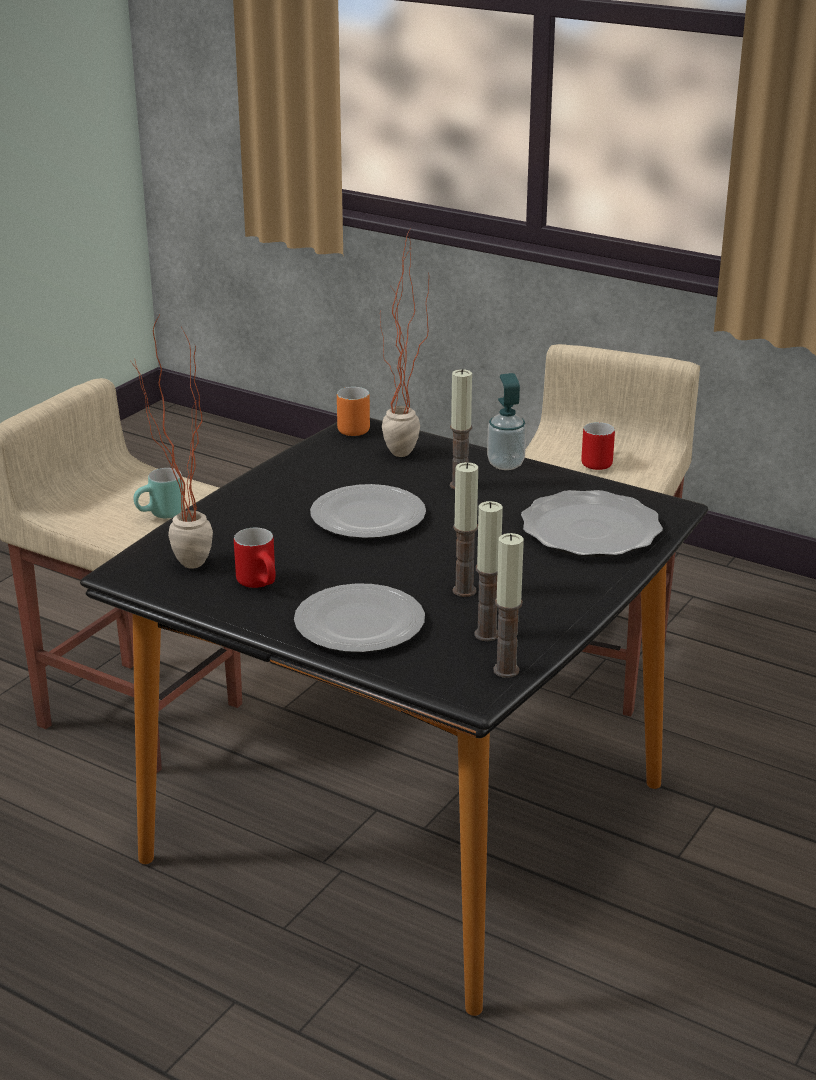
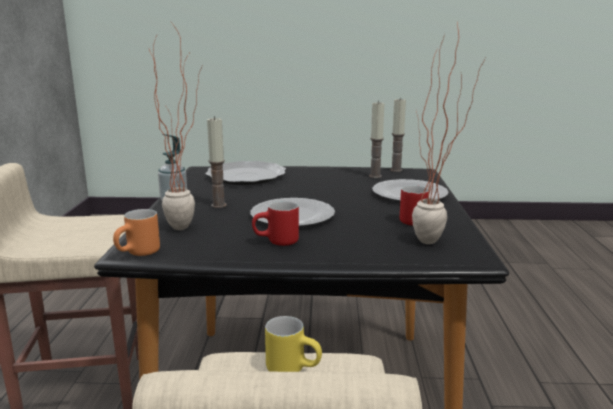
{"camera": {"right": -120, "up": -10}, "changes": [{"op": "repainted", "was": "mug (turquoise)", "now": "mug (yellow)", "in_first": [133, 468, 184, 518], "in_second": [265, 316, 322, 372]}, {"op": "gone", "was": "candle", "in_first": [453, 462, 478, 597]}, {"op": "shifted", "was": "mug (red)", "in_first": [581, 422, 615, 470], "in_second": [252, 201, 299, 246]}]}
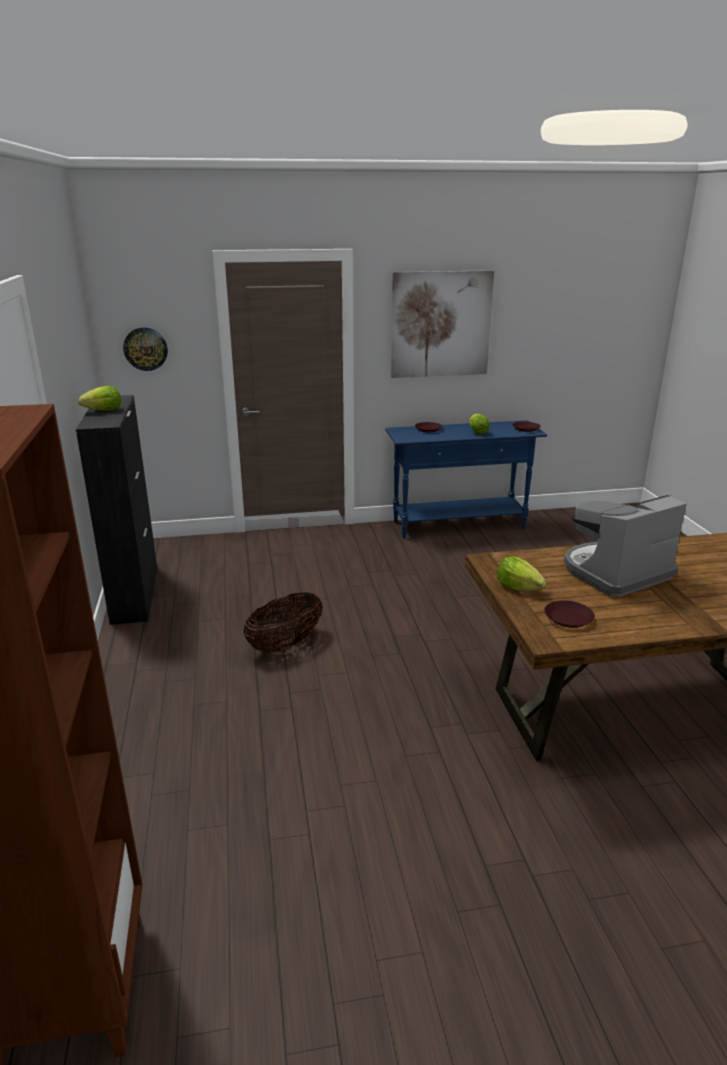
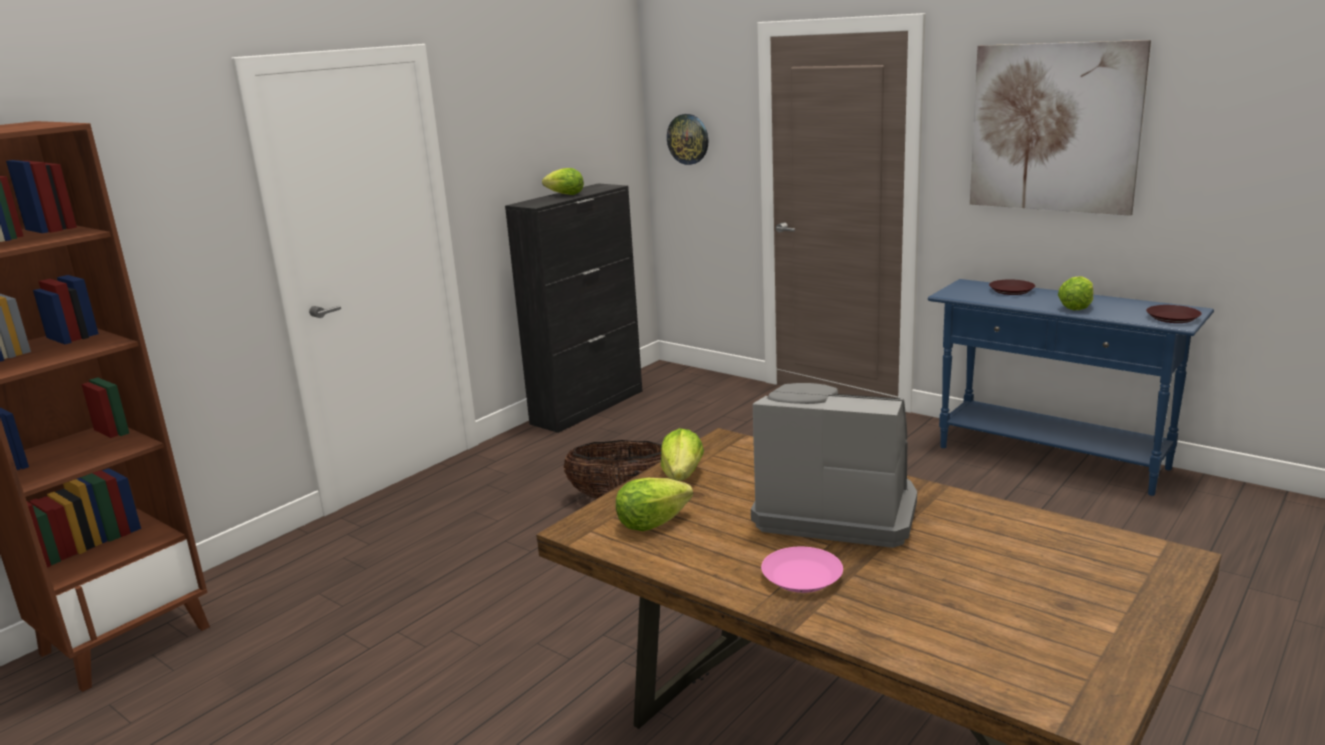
{"camera": {"right": 50, "up": -5}, "changes": [{"op": "swapped", "was": "plate (brown)", "now": "lettuce", "in_first": [544, 600, 595, 628], "in_second": [616, 478, 693, 531]}, {"op": "new", "now": "plate (pink)", "in_second": [761, 547, 843, 593]}]}
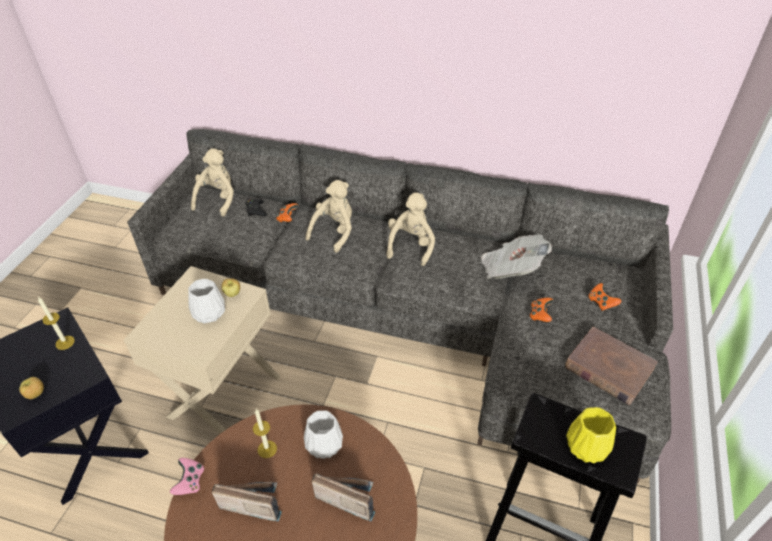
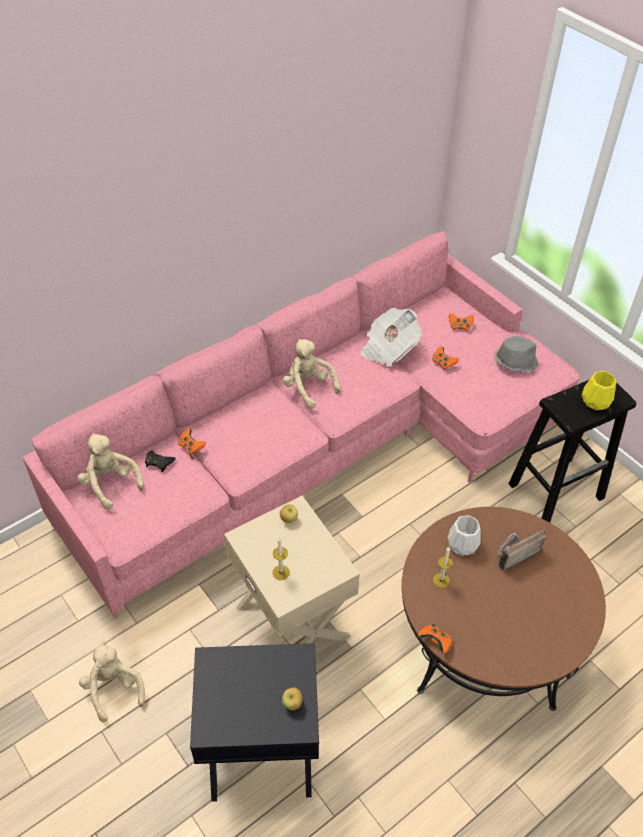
{"camera": {"right": -55, "up": 5}, "changes": [{"op": "shifted", "was": "candle", "in_first": [38, 297, 75, 350], "in_second": [272, 536, 290, 580]}, {"op": "repainted", "was": "sofa (grey)", "now": "sofa (pink)", "in_first": [127, 129, 673, 484], "in_second": [22, 231, 580, 619]}, {"op": "repainted", "was": "game controller (pink)", "now": "game controller (orange)", "in_first": [170, 458, 204, 495], "in_second": [418, 623, 452, 654]}, {"op": "gone", "was": "vase (white)", "in_first": [188, 279, 225, 324]}, {"op": "gone", "was": "radio", "in_first": [212, 482, 282, 522]}, {"op": "shifted", "was": "plush toy (beige)", "in_first": [306, 180, 352, 253], "in_second": [79, 641, 145, 722]}, {"op": "swapped", "was": "book (brown)", "now": "hat (grey)", "in_first": [565, 327, 658, 405], "in_second": [494, 336, 538, 372]}]}
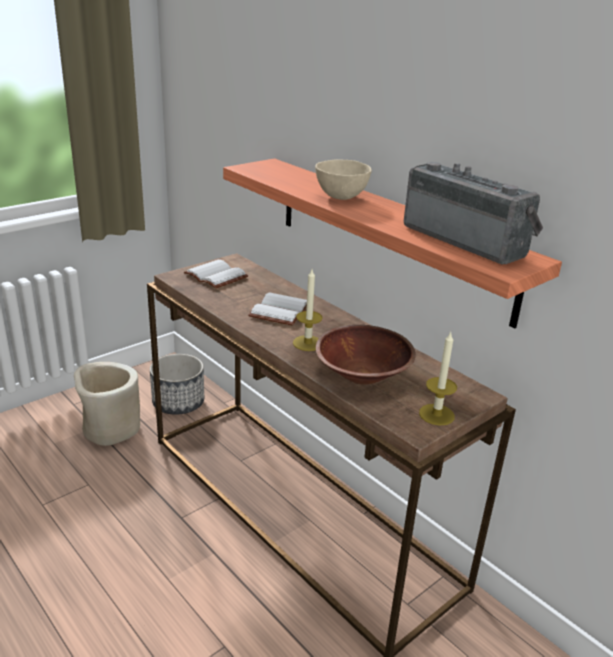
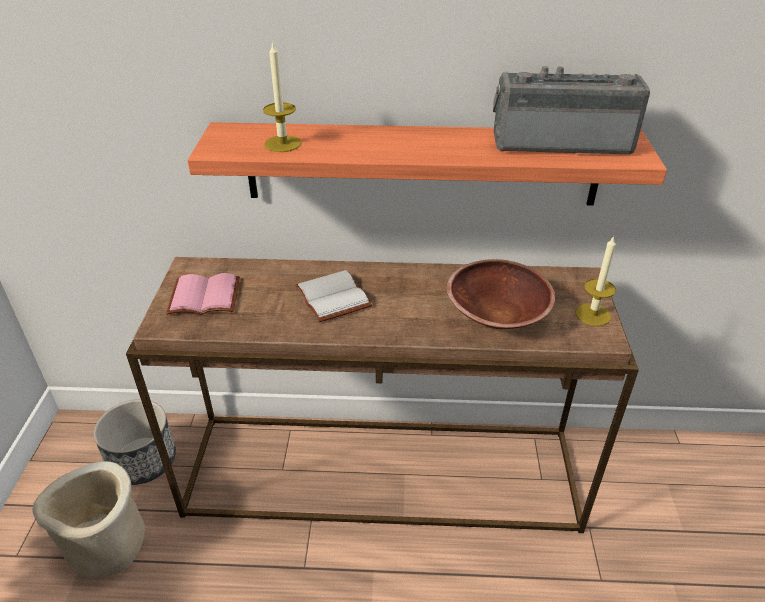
{"camera": {"right": -45, "up": 10}, "changes": [{"op": "repainted", "was": "book (white)", "now": "book (pink)", "in_first": [184, 260, 248, 289], "in_second": [166, 273, 240, 315]}, {"op": "shifted", "was": "candle", "in_first": [293, 269, 323, 351], "in_second": [263, 41, 302, 152]}, {"op": "gone", "was": "bowl (beige)", "in_first": [315, 160, 372, 200]}]}
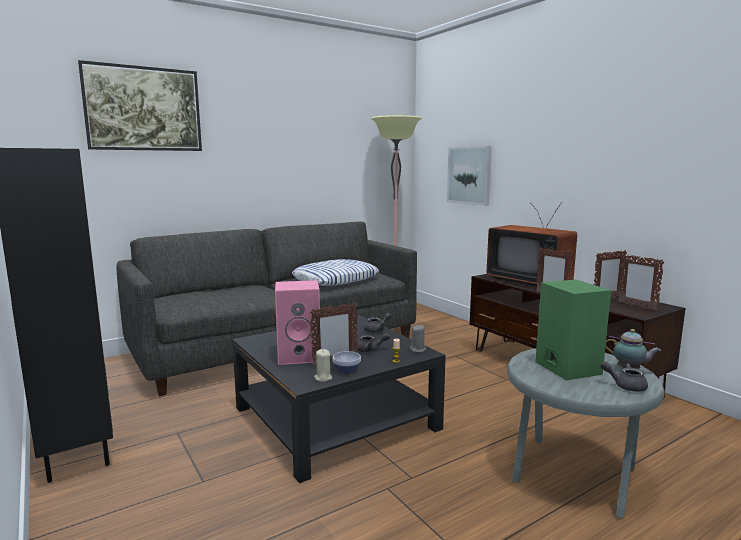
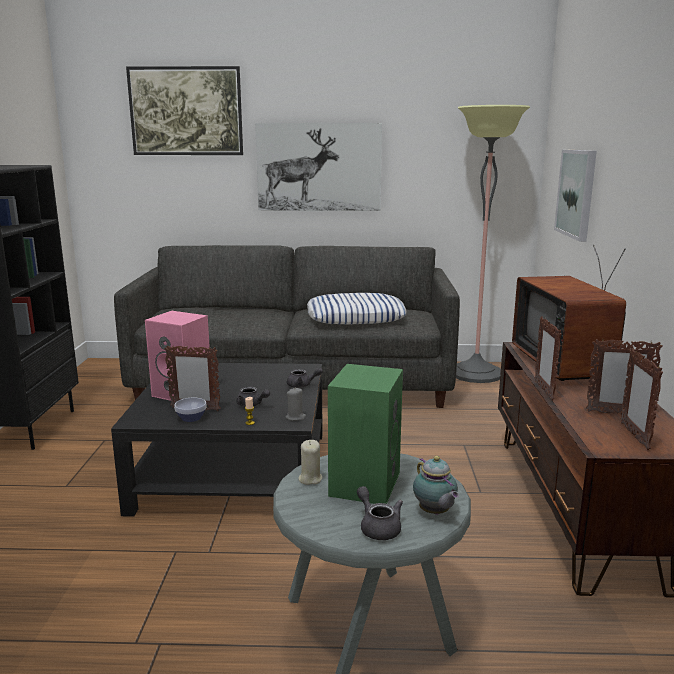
{"camera": {"right": 35, "up": 5}, "changes": [{"op": "shifted", "was": "candle (beige)", "in_first": [314, 349, 332, 382], "in_second": [298, 440, 322, 485]}, {"op": "new", "now": "picture", "in_second": [255, 123, 382, 211]}]}
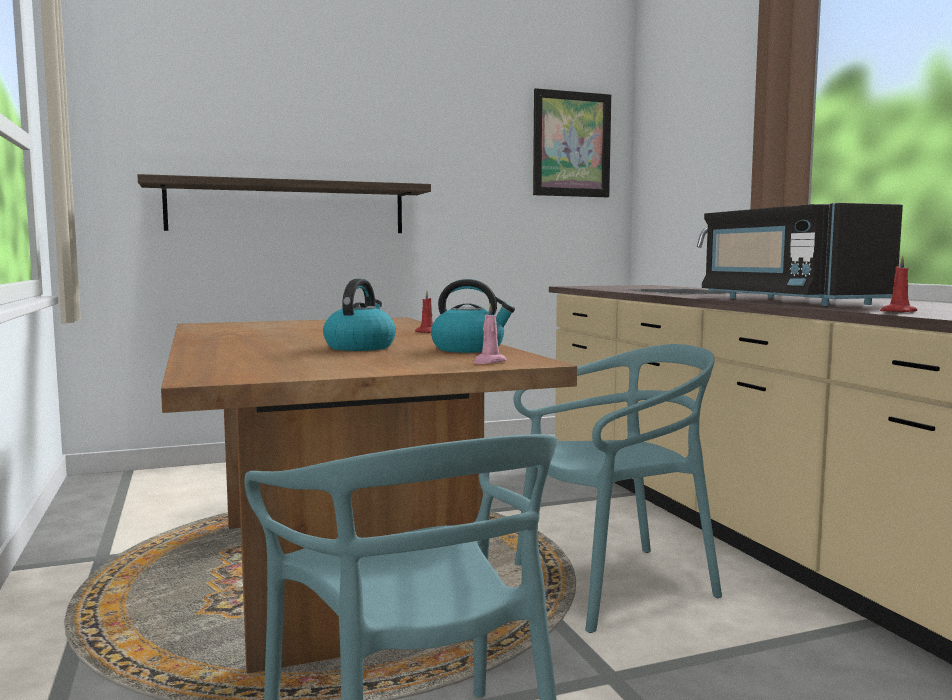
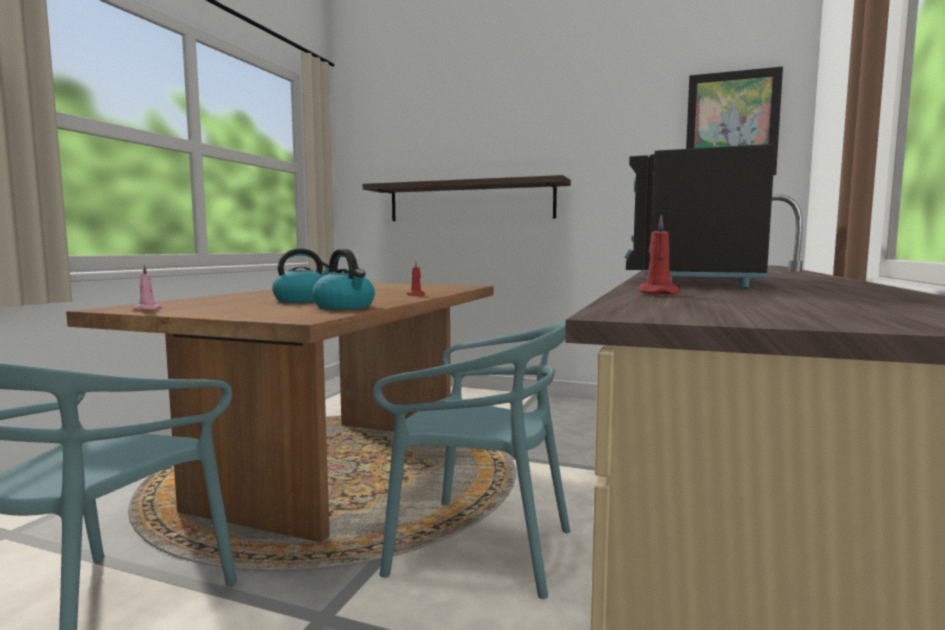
{"camera": {"right": 40, "up": 0}, "changes": [{"op": "shifted", "was": "candle (pink)", "in_first": [473, 303, 507, 364], "in_second": [132, 265, 162, 310]}]}
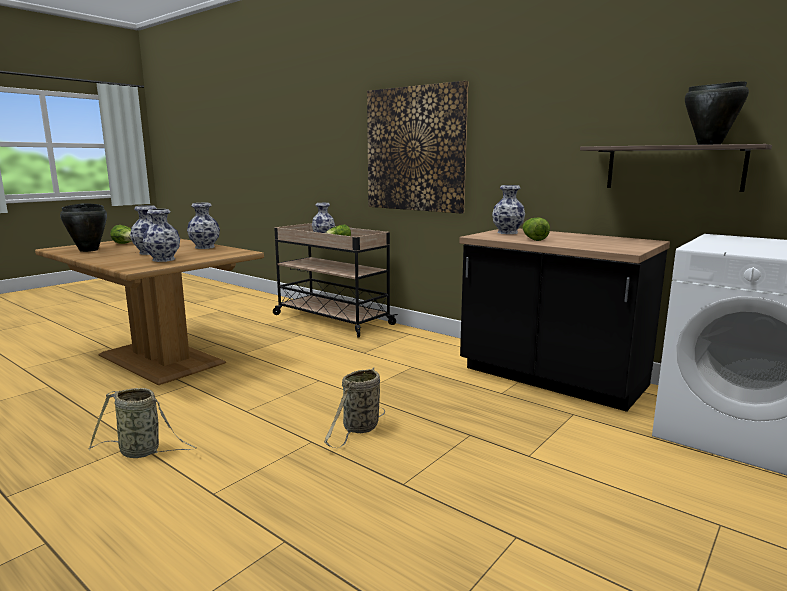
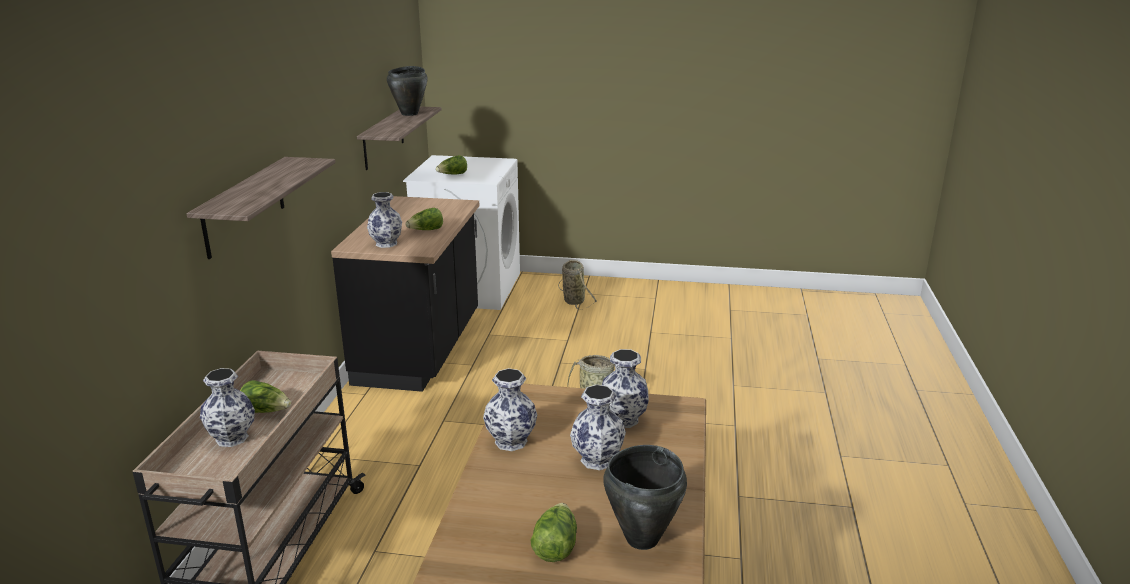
{"camera": {"right": -120, "up": 10}, "changes": [{"op": "shifted", "was": "basket", "in_first": [89, 388, 197, 458], "in_second": [558, 260, 597, 310]}, {"op": "swapped", "was": "picture", "now": "shelf", "in_first": [367, 81, 468, 214], "in_second": [186, 157, 336, 259]}, {"op": "new", "now": "lettuce", "in_second": [436, 155, 467, 175]}]}
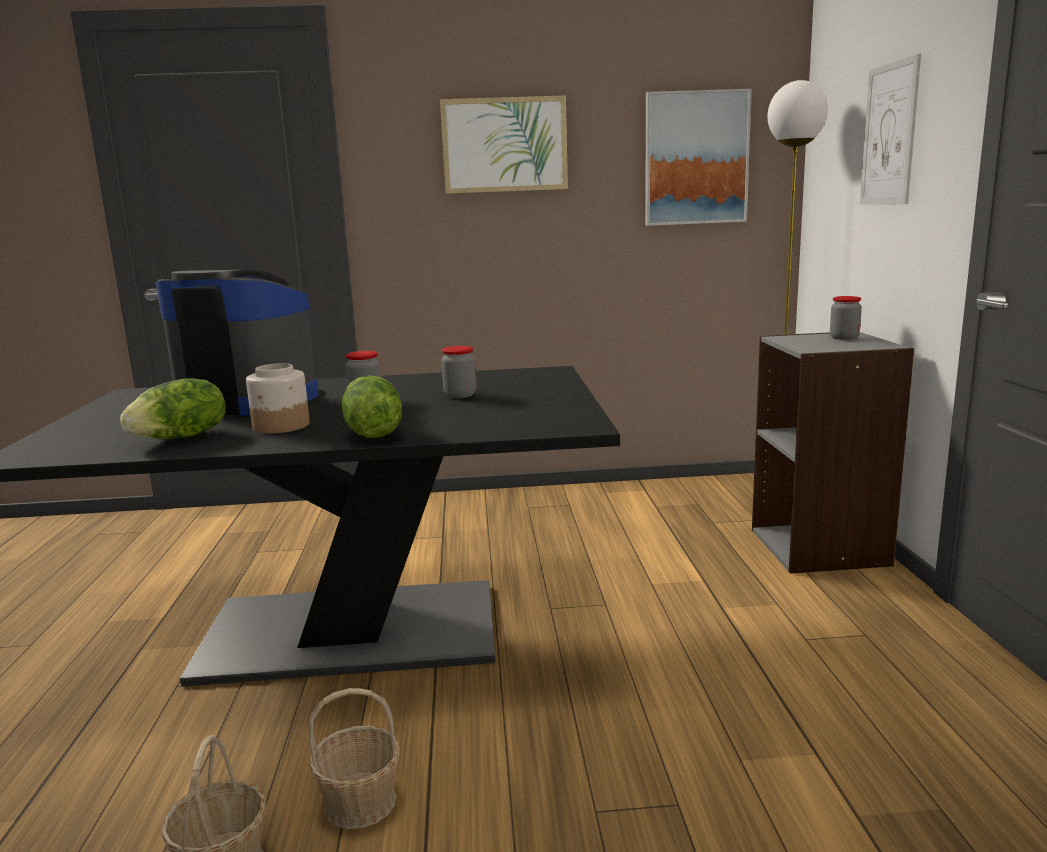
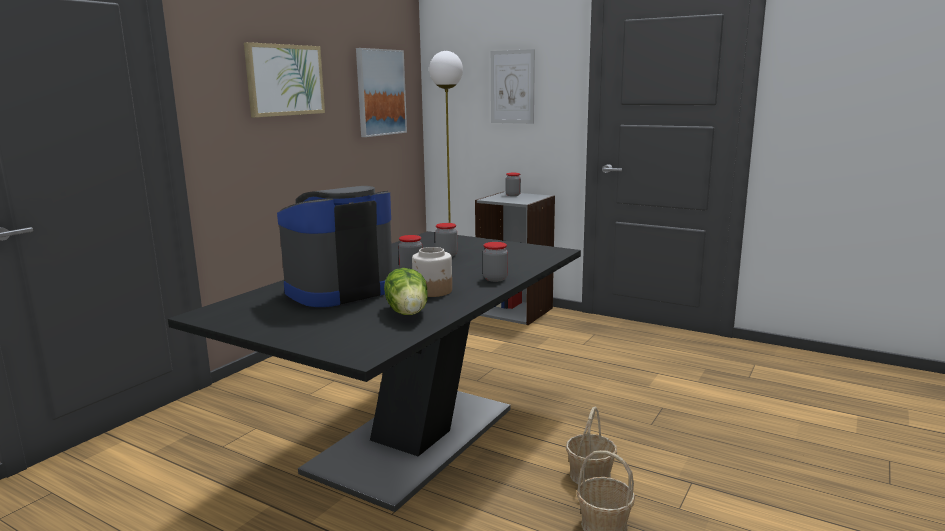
{"camera": {"right": -55, "up": 0}, "changes": [{"op": "swapped", "was": "lettuce", "now": "jar", "in_first": [342, 375, 402, 438], "in_second": [483, 242, 508, 282]}]}
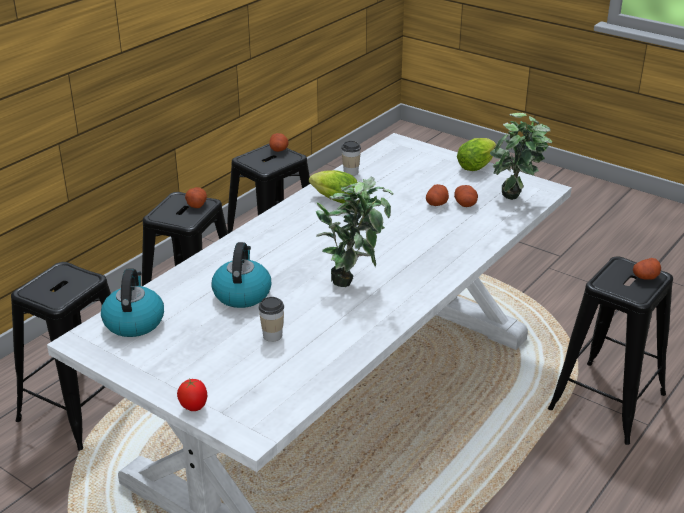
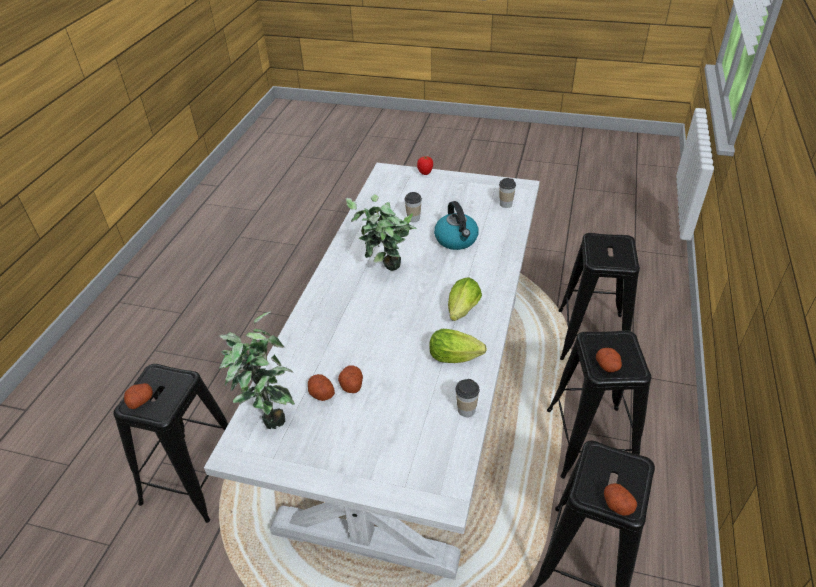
{"camera": {"right": 160, "up": 10}, "changes": [{"op": "swapped", "was": "kettle", "now": "cup", "in_first": [101, 269, 164, 337], "in_second": [499, 178, 516, 208]}, {"op": "shifted", "was": "lettuce", "in_first": [457, 138, 496, 171], "in_second": [448, 277, 482, 321]}]}
